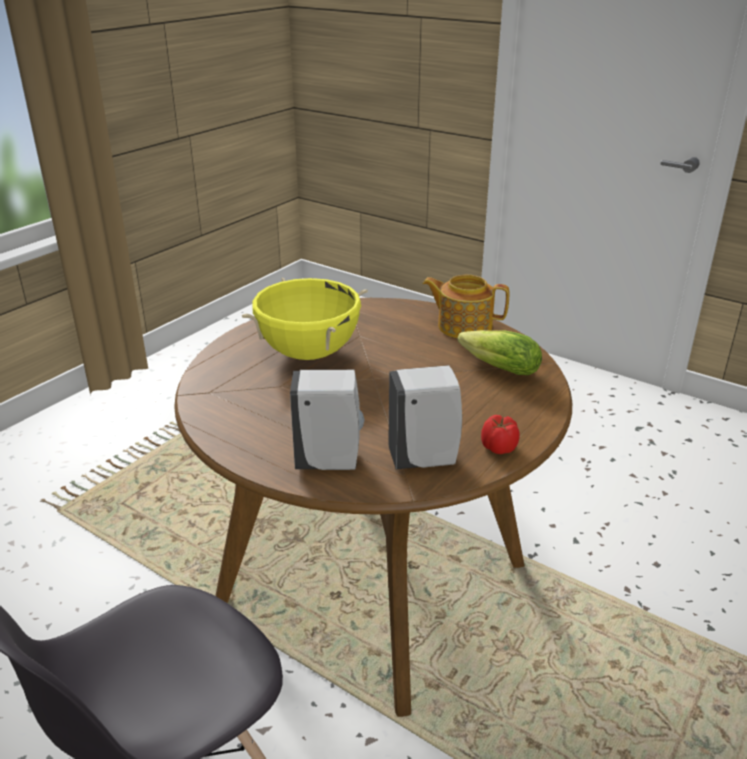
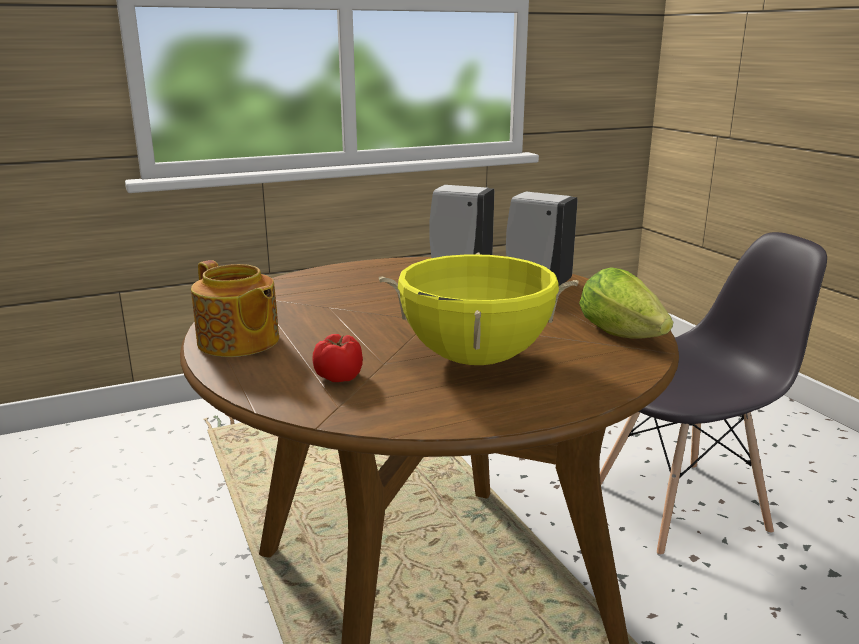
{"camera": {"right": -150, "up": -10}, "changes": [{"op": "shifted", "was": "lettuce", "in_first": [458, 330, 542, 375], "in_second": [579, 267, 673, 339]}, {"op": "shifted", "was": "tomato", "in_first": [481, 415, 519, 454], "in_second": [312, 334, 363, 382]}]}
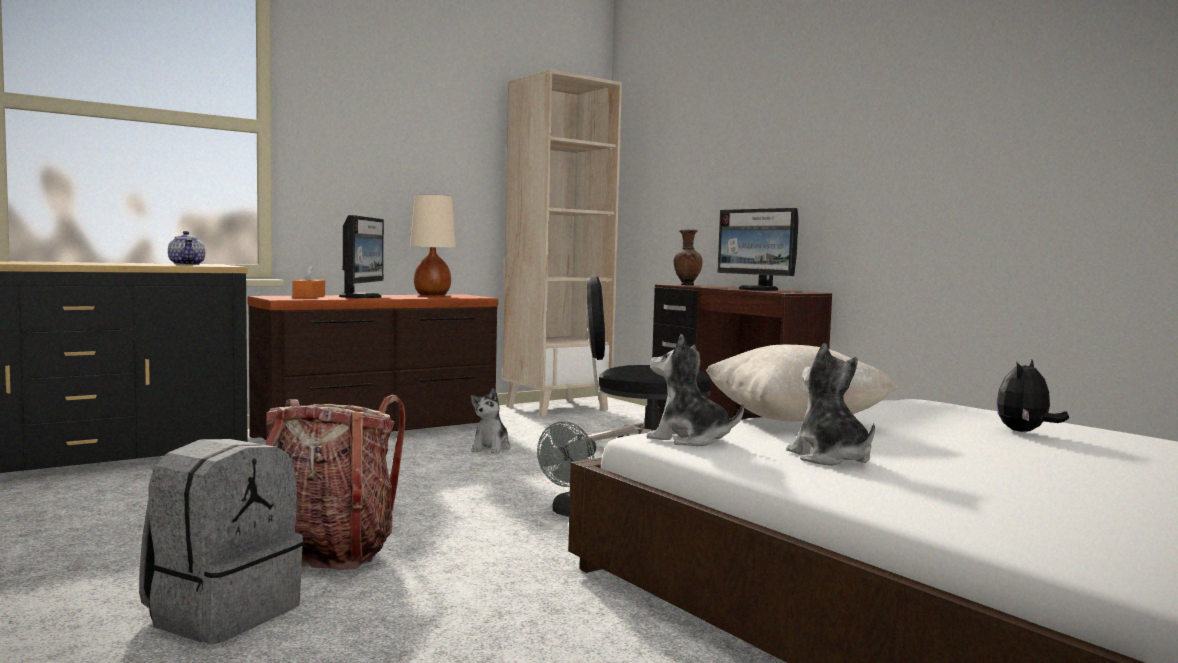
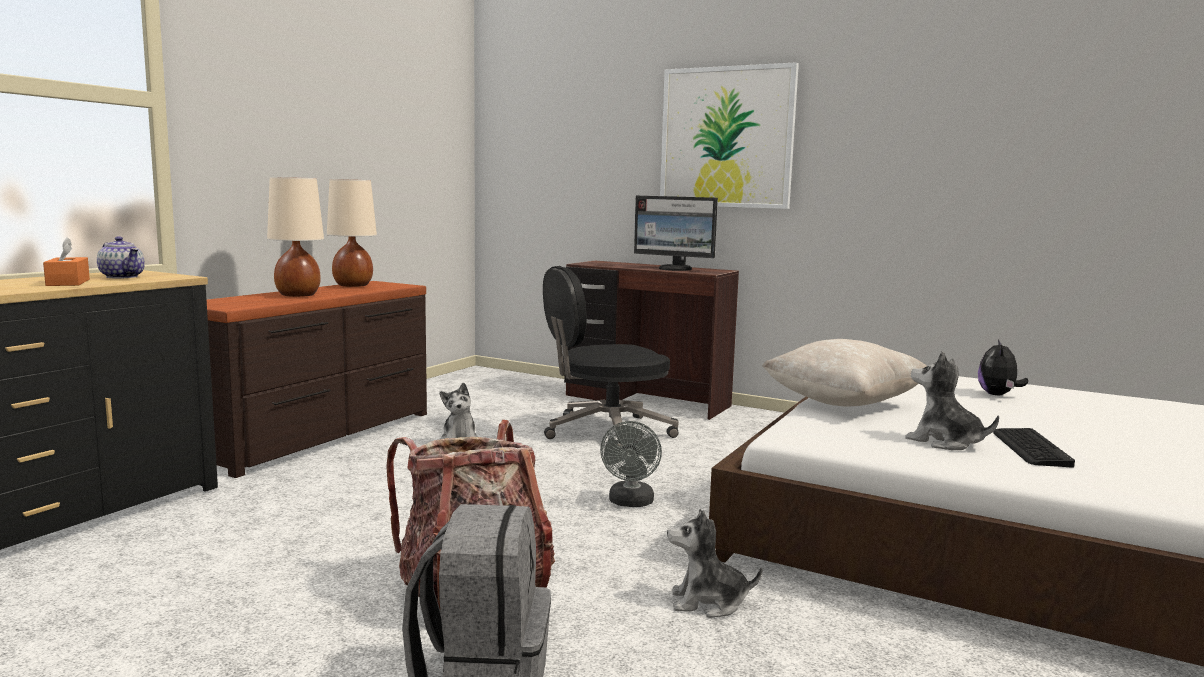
{"camera": {"right": -25, "up": 5}, "changes": [{"op": "shifted", "was": "tissue box (orange)", "in_first": [293, 265, 325, 298], "in_second": [43, 237, 90, 286]}, {"op": "swapped", "was": "monitor", "now": "table lamp (beige)", "in_first": [339, 215, 384, 298], "in_second": [267, 177, 324, 297]}, {"op": "gone", "was": "bookcase (beige)", "in_first": [503, 70, 622, 417]}, {"op": "shifted", "was": "plush toy", "in_first": [647, 334, 744, 446], "in_second": [667, 509, 762, 618]}, {"op": "gone", "was": "vase (brown)", "in_first": [674, 229, 702, 285]}, {"op": "new", "now": "picture", "in_second": [660, 62, 799, 209]}, {"op": "new", "now": "keyboard", "in_second": [993, 428, 1075, 468]}]}
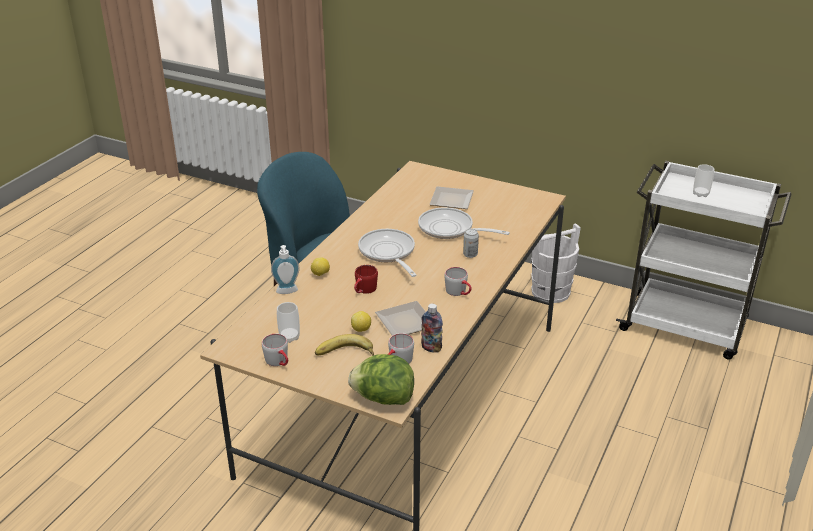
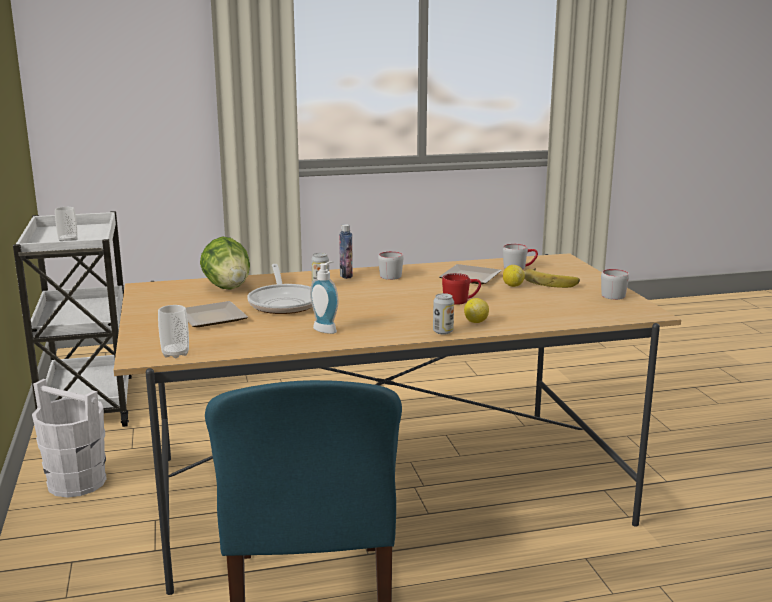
{"camera": {"right": -130, "up": -15}, "changes": [{"op": "shifted", "was": "soap dispenser", "in_first": [271, 245, 300, 294], "in_second": [310, 261, 339, 334]}, {"op": "shifted", "was": "cup", "in_first": [277, 302, 300, 343], "in_second": [158, 305, 189, 358]}, {"op": "shifted", "was": "lettuce", "in_first": [348, 354, 414, 405], "in_second": [200, 237, 250, 290]}, {"op": "gone", "was": "frying pan", "in_first": [358, 229, 417, 277]}, {"op": "shifted", "was": "bottle", "in_first": [421, 303, 443, 353], "in_second": [339, 224, 353, 279]}, {"op": "new", "now": "can", "in_second": [433, 293, 454, 335]}]}
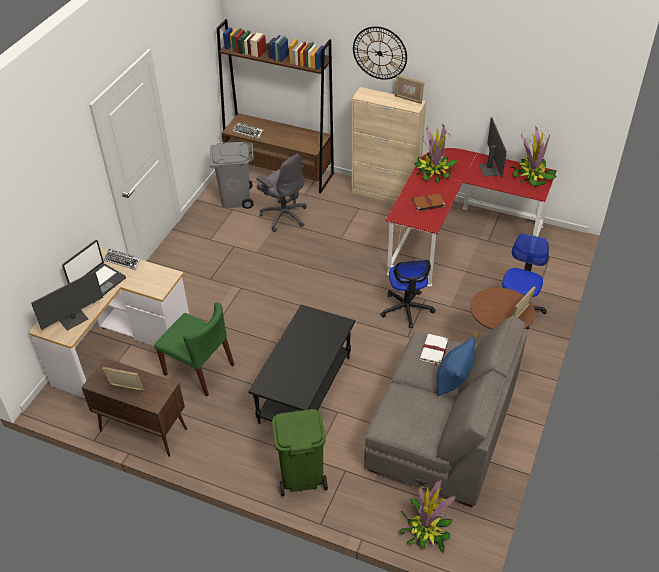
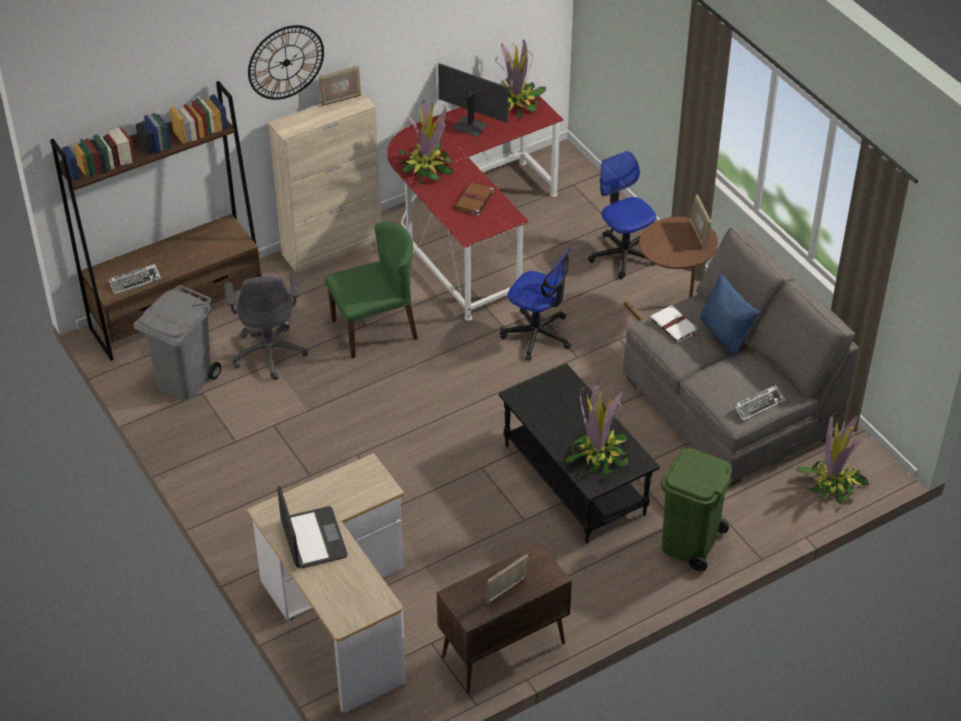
{"camera": {"right": -55, "up": 0}, "changes": [{"op": "gone", "was": "monitor", "in_first": [31, 271, 103, 331]}, {"op": "shifted", "was": "keyboard", "in_first": [104, 249, 141, 270], "in_second": [733, 385, 785, 421]}, {"op": "shifted", "was": "chair (green)", "in_first": [154, 302, 234, 396], "in_second": [325, 222, 418, 358]}, {"op": "rotated", "was": "office chair (grey)", "in_first": [256, 154, 307, 232], "in_second": [224, 274, 308, 380], "clockwise": 90}, {"op": "new", "now": "potted plant", "in_second": [565, 379, 632, 475]}]}
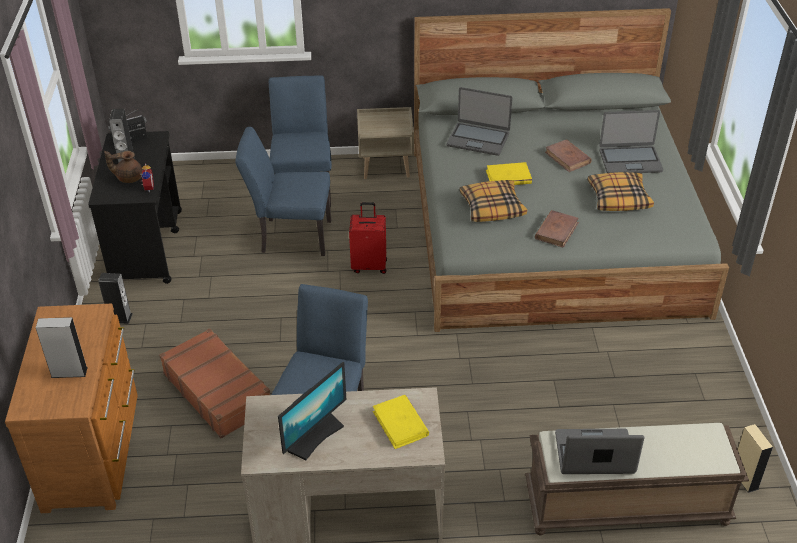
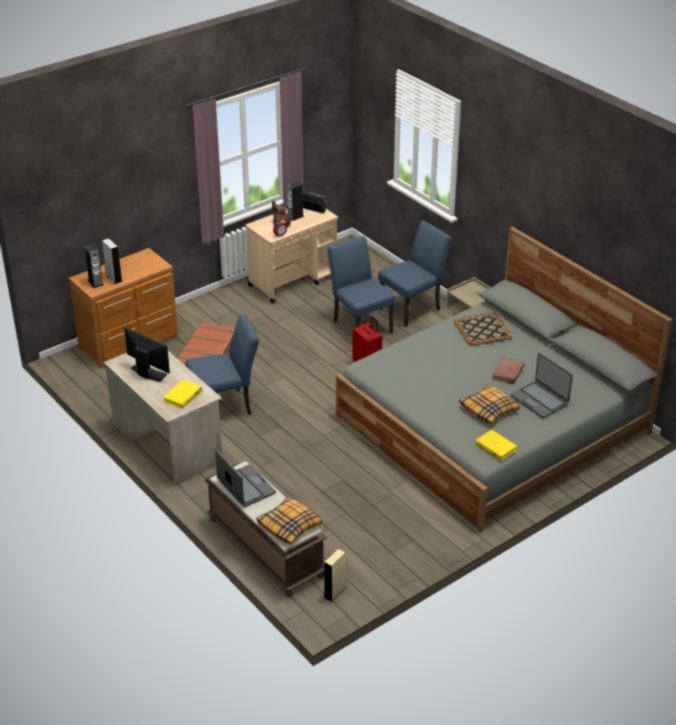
{"camera": {"right": 55, "up": -5}, "changes": [{"op": "repainted", "was": "cart (black)", "now": "cart (beige)", "in_first": [88, 131, 182, 284], "in_second": [246, 208, 338, 303]}, {"op": "shifted", "was": "speaker", "in_first": [98, 273, 132, 324], "in_second": [84, 244, 104, 288]}, {"op": "rotated", "was": "monitor", "in_first": [278, 362, 347, 460], "in_second": [124, 327, 170, 382], "clockwise": -150}, {"op": "swapped", "was": "laptop", "now": "tray", "in_first": [447, 87, 512, 156], "in_second": [454, 312, 512, 346]}, {"op": "shifted", "was": "pillow", "in_first": [460, 180, 527, 222], "in_second": [256, 497, 322, 545]}, {"op": "shifted", "was": "book (yellow)", "in_first": [486, 162, 532, 185], "in_second": [475, 430, 517, 461]}, {"op": "gone", "was": "book (brown)", "in_first": [535, 210, 579, 248]}]}
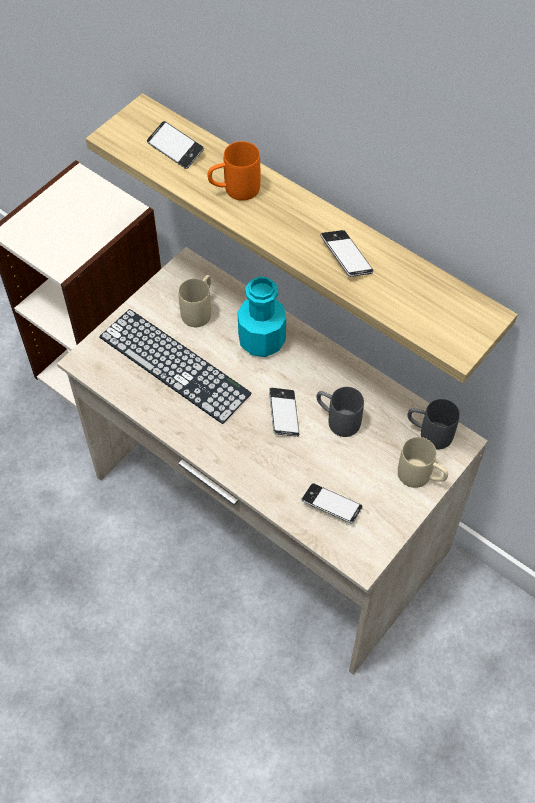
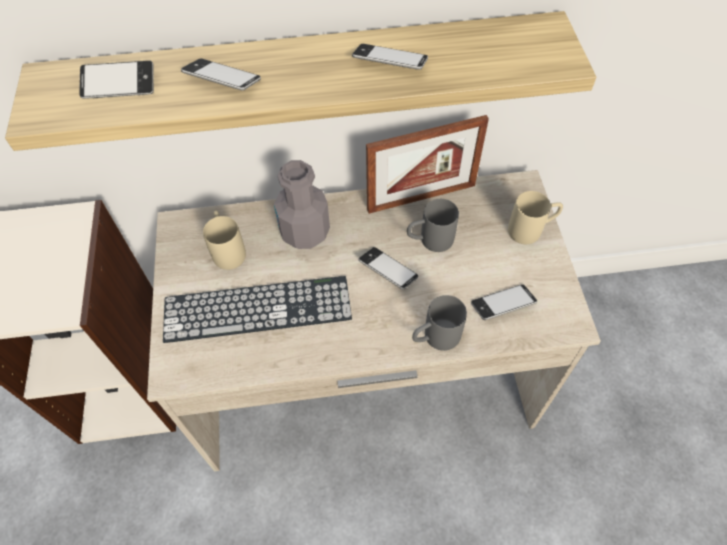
{"camera": {"right": -45, "up": 0}, "changes": [{"op": "swapped", "was": "mug (orange)", "now": "phone", "in_first": [208, 141, 260, 201], "in_second": [181, 59, 261, 90]}, {"op": "repainted", "was": "bottle (turquoise)", "now": "bottle (grey)", "in_first": [238, 277, 286, 357], "in_second": [274, 160, 330, 249]}, {"op": "shifted", "was": "mug (grey)", "in_first": [407, 399, 460, 449], "in_second": [412, 295, 467, 351]}, {"op": "new", "now": "picture frame", "in_second": [366, 115, 489, 214]}]}
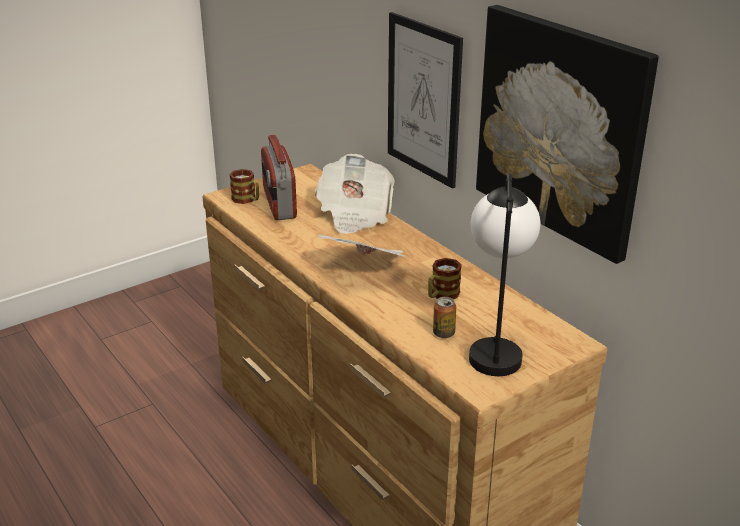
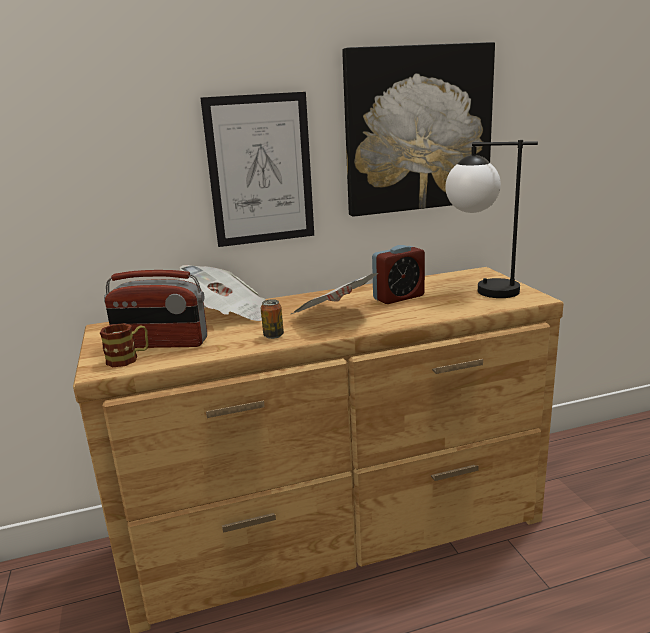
{"camera": {"right": -70, "up": -10}, "changes": [{"op": "swapped", "was": "mug", "now": "alarm clock", "in_first": [428, 258, 462, 299], "in_second": [372, 245, 425, 304]}, {"op": "shifted", "was": "can", "in_first": [433, 297, 456, 338], "in_second": [261, 299, 284, 339]}]}
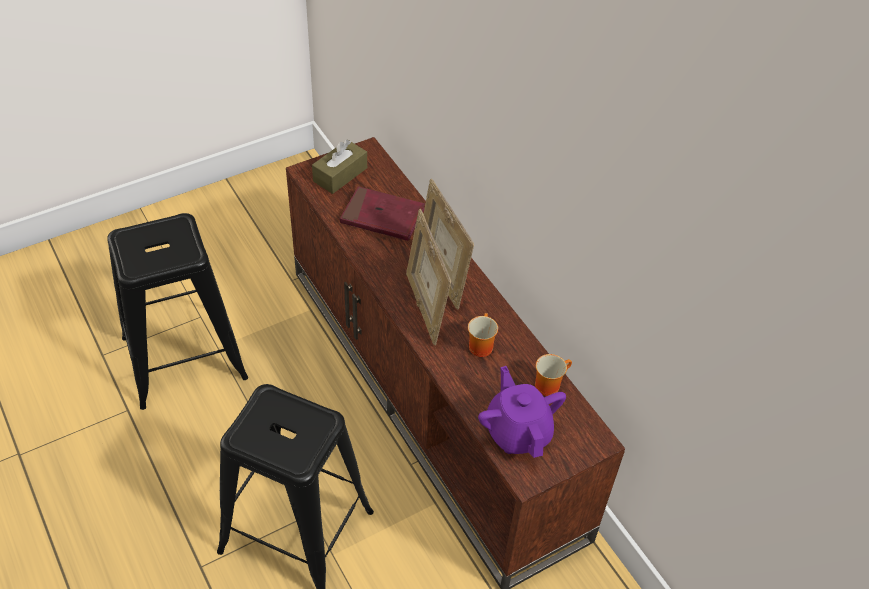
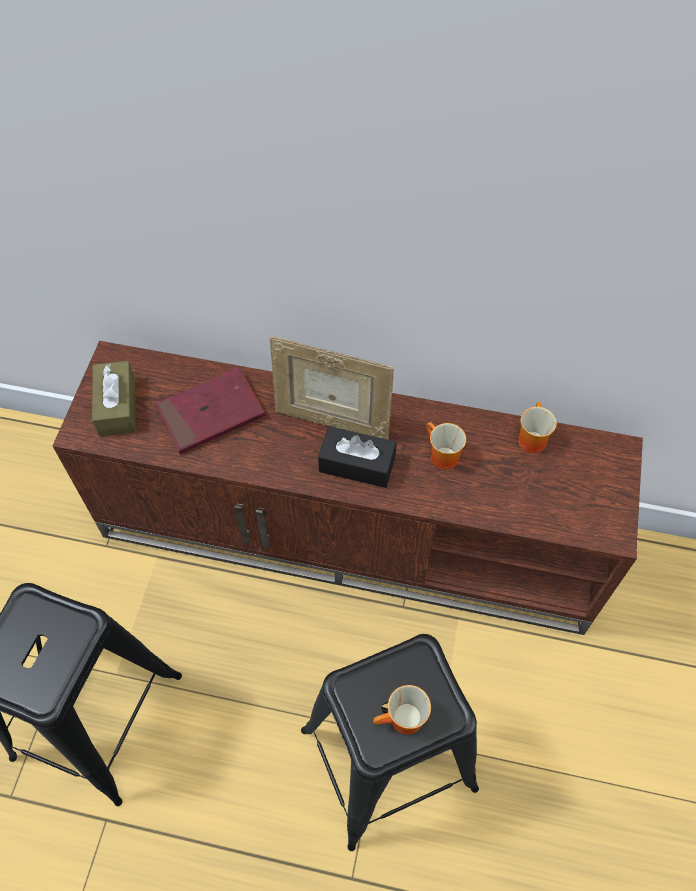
{"camera": {"right": -45, "up": 10}, "changes": [{"op": "swapped", "was": "picture frame", "now": "tissue box (black)", "in_first": [406, 209, 451, 345], "in_second": [318, 426, 397, 488]}, {"op": "gone", "was": "teapot (purple)", "in_first": [478, 366, 566, 458]}, {"op": "new", "now": "mug", "in_second": [373, 685, 431, 734]}]}
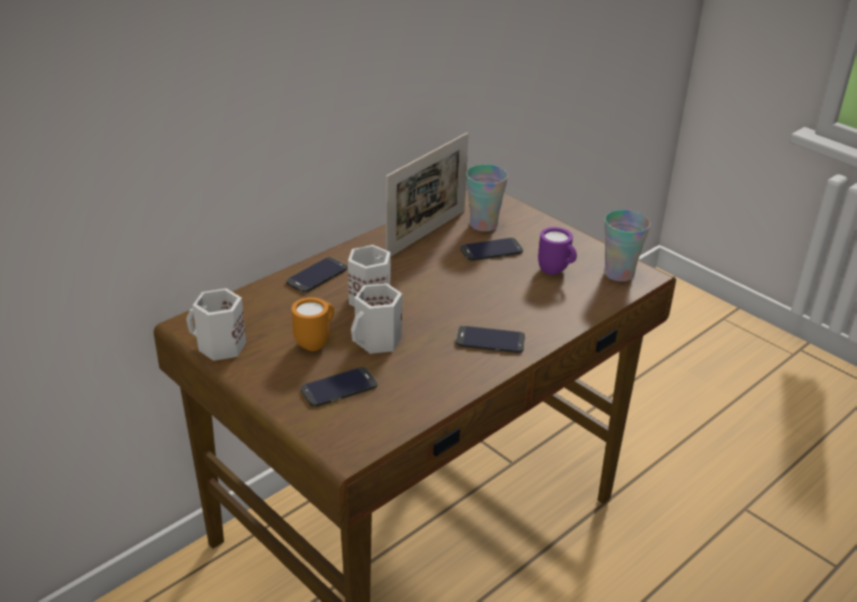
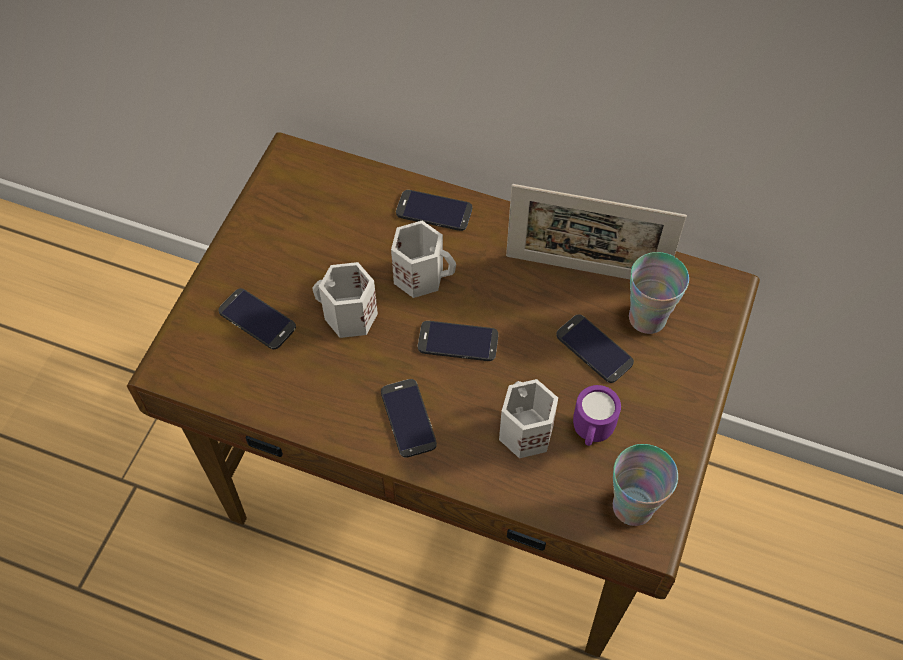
{"camera": {"right": 65, "up": 25}, "changes": [{"op": "shifted", "was": "mug (white)", "in_first": [186, 288, 246, 361], "in_second": [499, 379, 558, 458]}, {"op": "gone", "was": "mug (orange)", "in_first": [291, 297, 334, 351]}, {"op": "new", "now": "phone", "in_second": [417, 321, 498, 361]}]}
